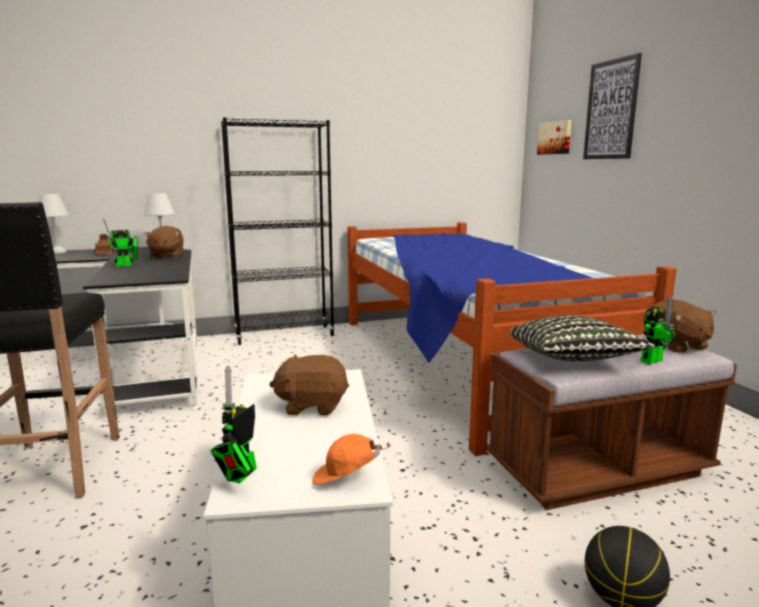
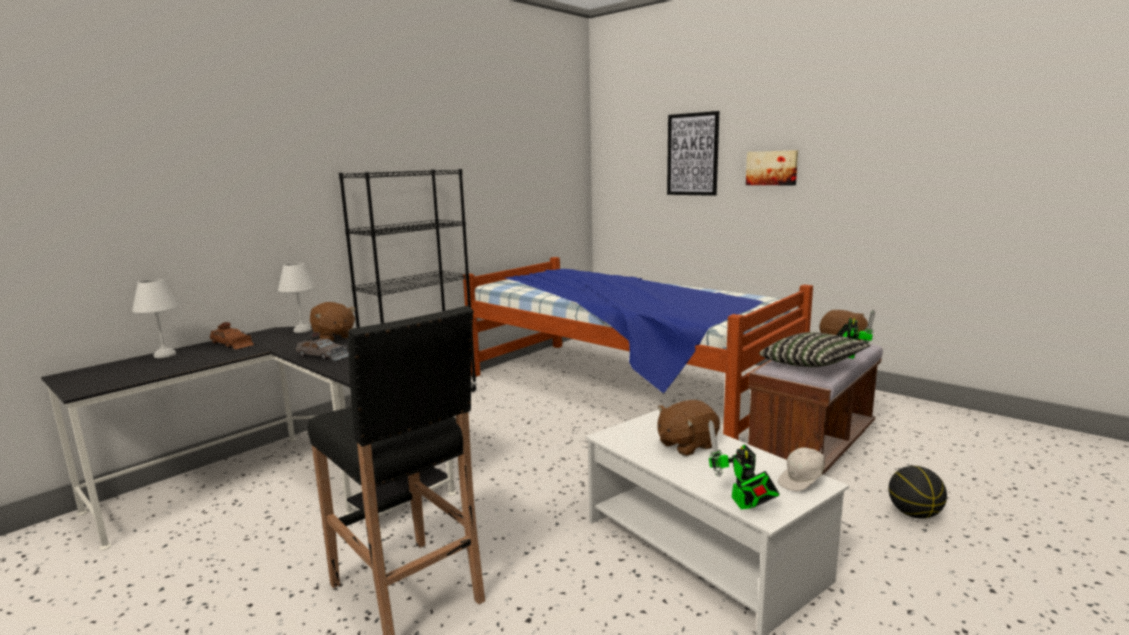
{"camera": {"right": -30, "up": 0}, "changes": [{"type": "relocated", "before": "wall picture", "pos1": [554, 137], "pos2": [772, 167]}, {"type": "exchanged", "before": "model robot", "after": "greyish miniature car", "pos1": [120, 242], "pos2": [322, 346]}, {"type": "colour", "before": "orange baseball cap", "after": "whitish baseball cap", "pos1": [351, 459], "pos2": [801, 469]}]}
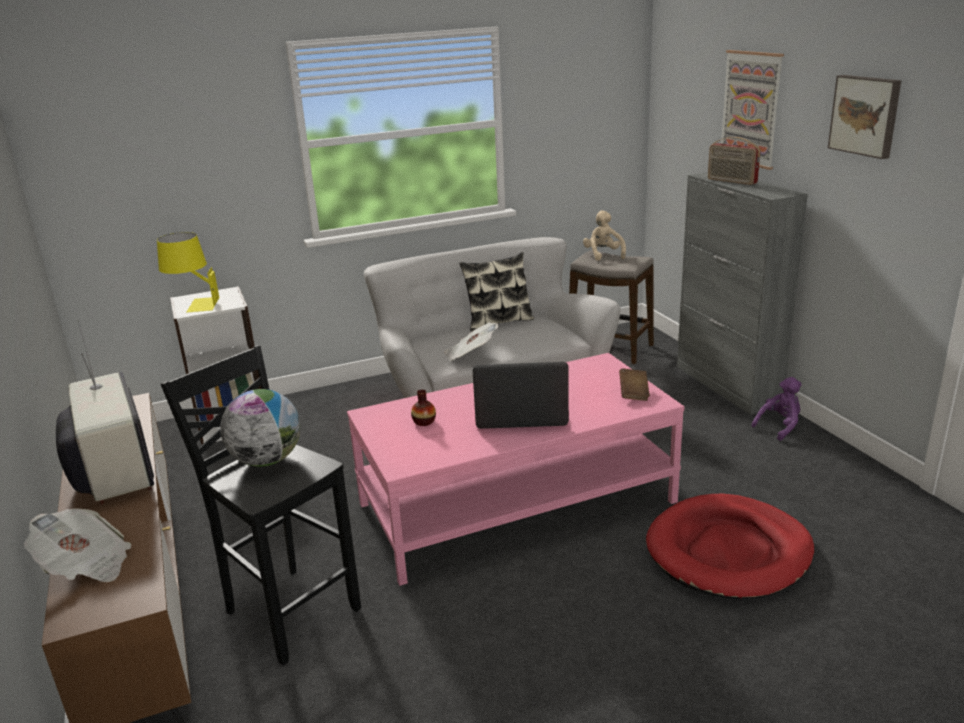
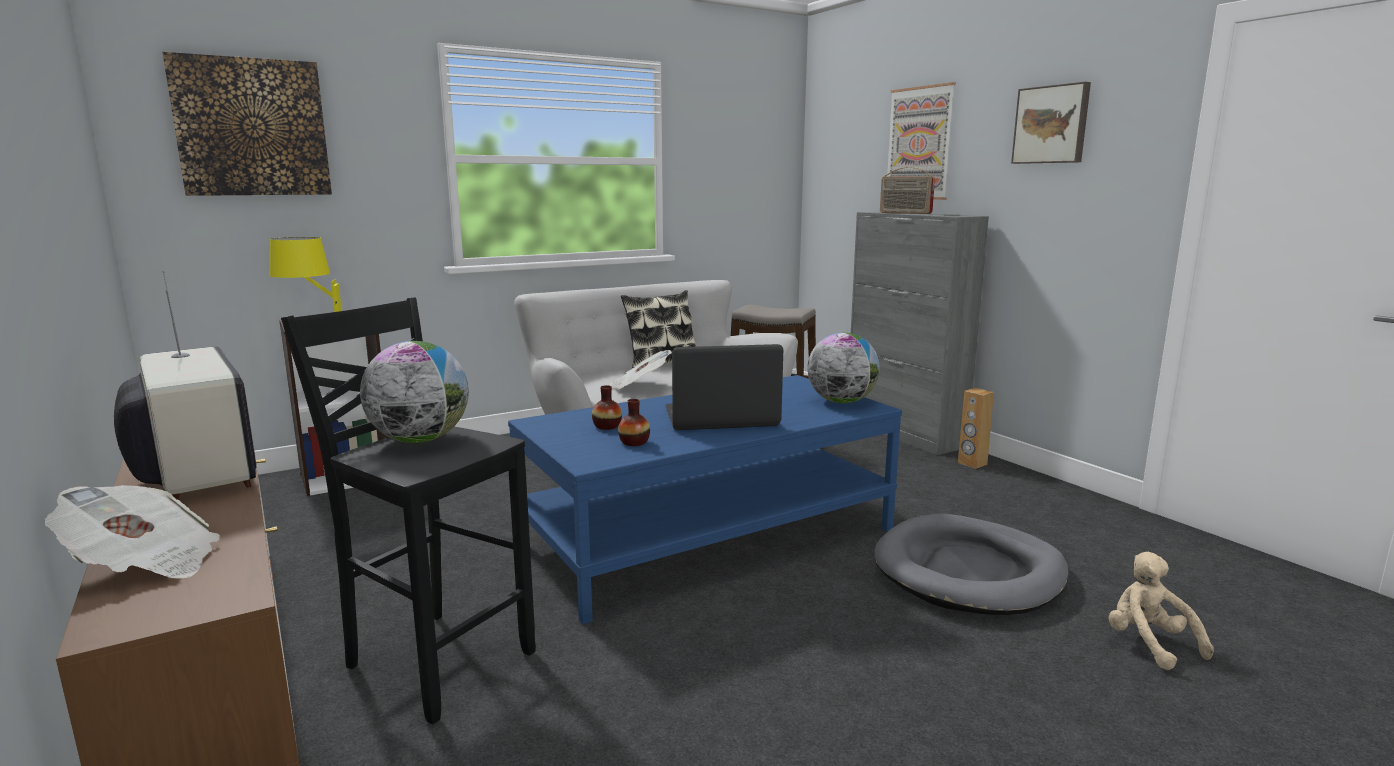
{"camera": {"right": -10, "up": -10}, "changes": [{"type": "relocated", "before": "sand-coloured cuddly toy", "pos1": [604, 235], "pos2": [1161, 611]}, {"type": "colour", "before": "pink-coloured low table", "after": "bluish low table", "pos1": [515, 469], "pos2": [705, 499]}, {"type": "exchanged", "before": "brown book", "after": "globe", "pos1": [634, 384], "pos2": [843, 368]}, {"type": "exchanged", "before": "purple-coloured cuddly toy", "after": "brown audio speaker", "pos1": [777, 409], "pos2": [976, 428]}, {"type": "colour", "before": "red pet bed", "after": "greyish pet bed", "pos1": [730, 546], "pos2": [971, 564]}, {"type": "appeared", "after": "wall picture", "pos2": [247, 124]}, {"type": "appeared", "after": "flower vase", "pos2": [634, 422]}]}
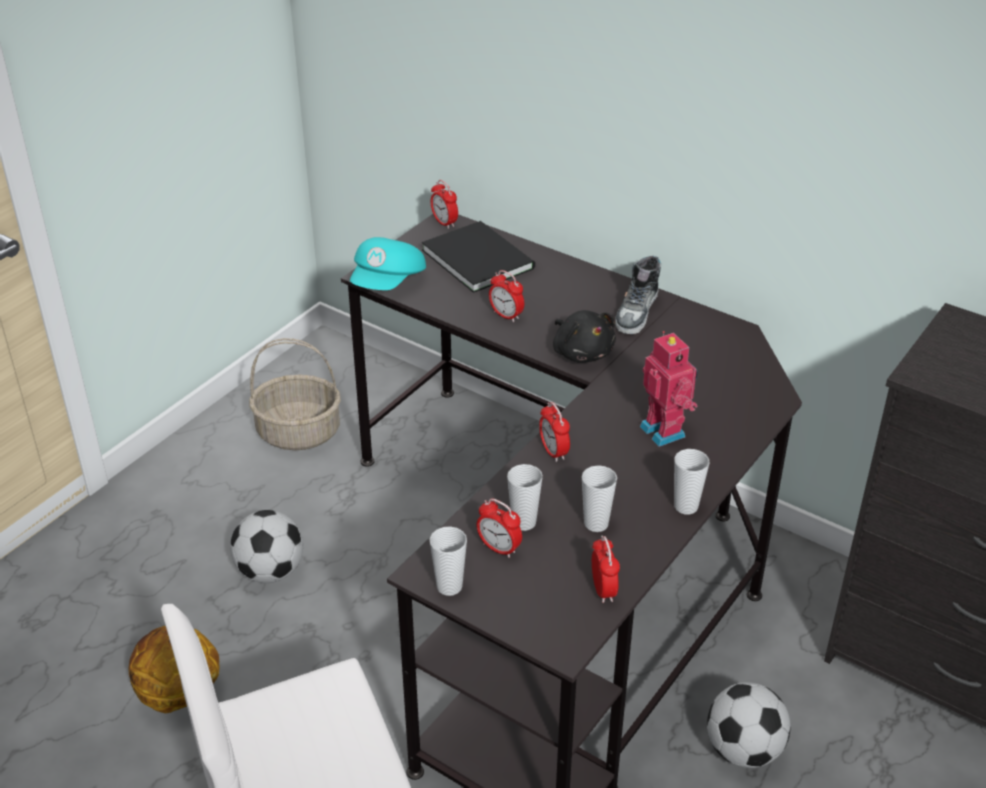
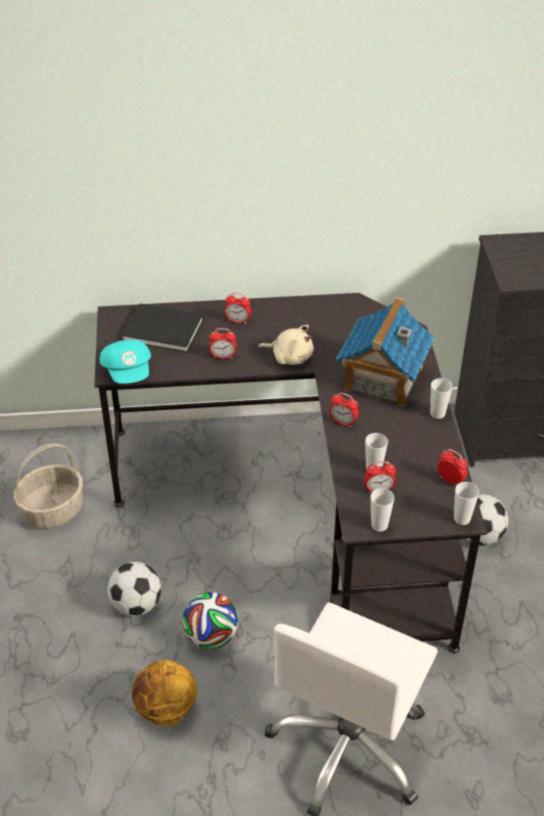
{"camera": {"right": -40, "up": 5}, "changes": [{"type": "relocated", "before": "alarm clock", "pos1": [444, 204], "pos2": [237, 308]}, {"type": "missing", "before": "shoe", "pos1": [638, 295]}, {"type": "colour", "before": "black-coloured cuddly toy", "after": "sand-coloured cuddly toy", "pos1": [584, 336], "pos2": [286, 345]}, {"type": "exchanged", "before": "model robot", "after": "model house", "pos1": [669, 389], "pos2": [385, 352]}, {"type": "relocated", "before": "cup", "pos1": [599, 498], "pos2": [466, 503]}, {"type": "appeared", "after": "football ball", "pos2": [210, 620]}]}
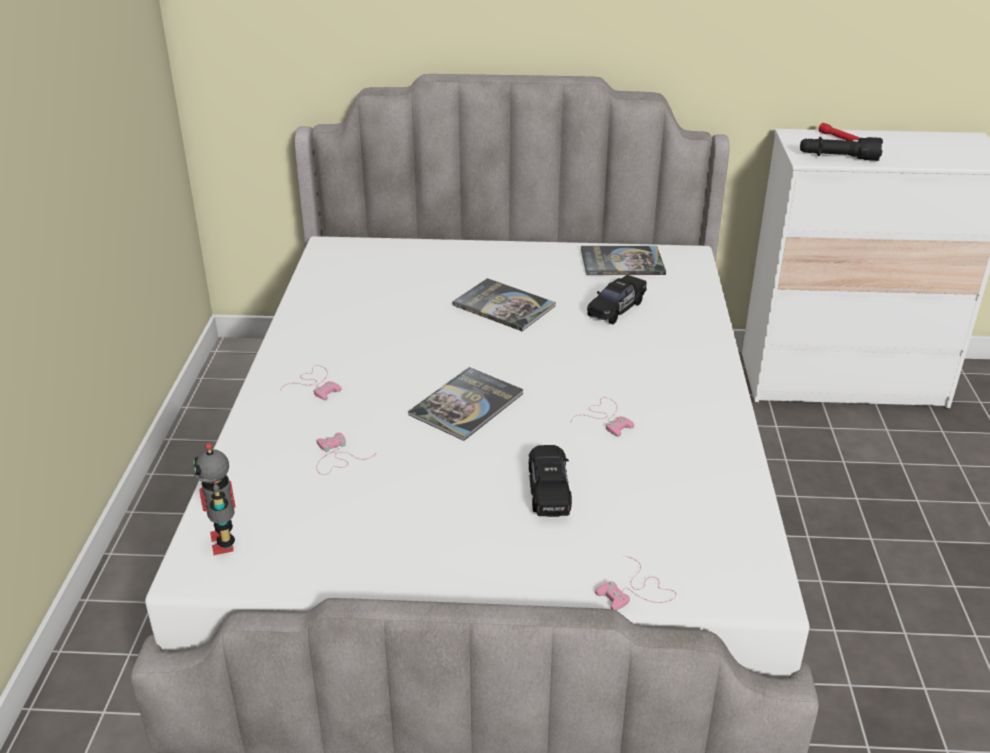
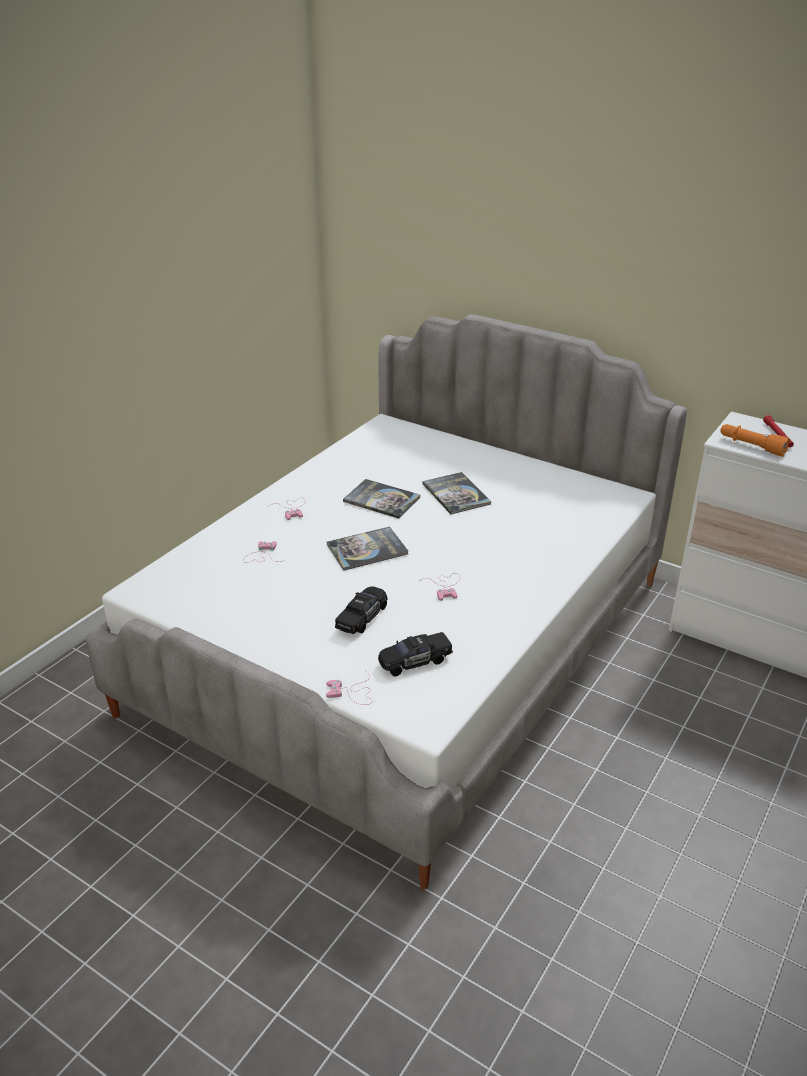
{"camera": {"right": 30, "up": 0}, "changes": [{"type": "colour", "before": "black-coloured hand torch", "after": "orange hand torch", "pos1": [841, 149], "pos2": [755, 440]}, {"type": "relocated", "before": "book", "pos1": [623, 260], "pos2": [381, 499]}, {"type": "relocated", "before": "black-coloured miniature car", "pos1": [617, 299], "pos2": [415, 654]}, {"type": "missing", "before": "model robot", "pos1": [214, 499]}]}
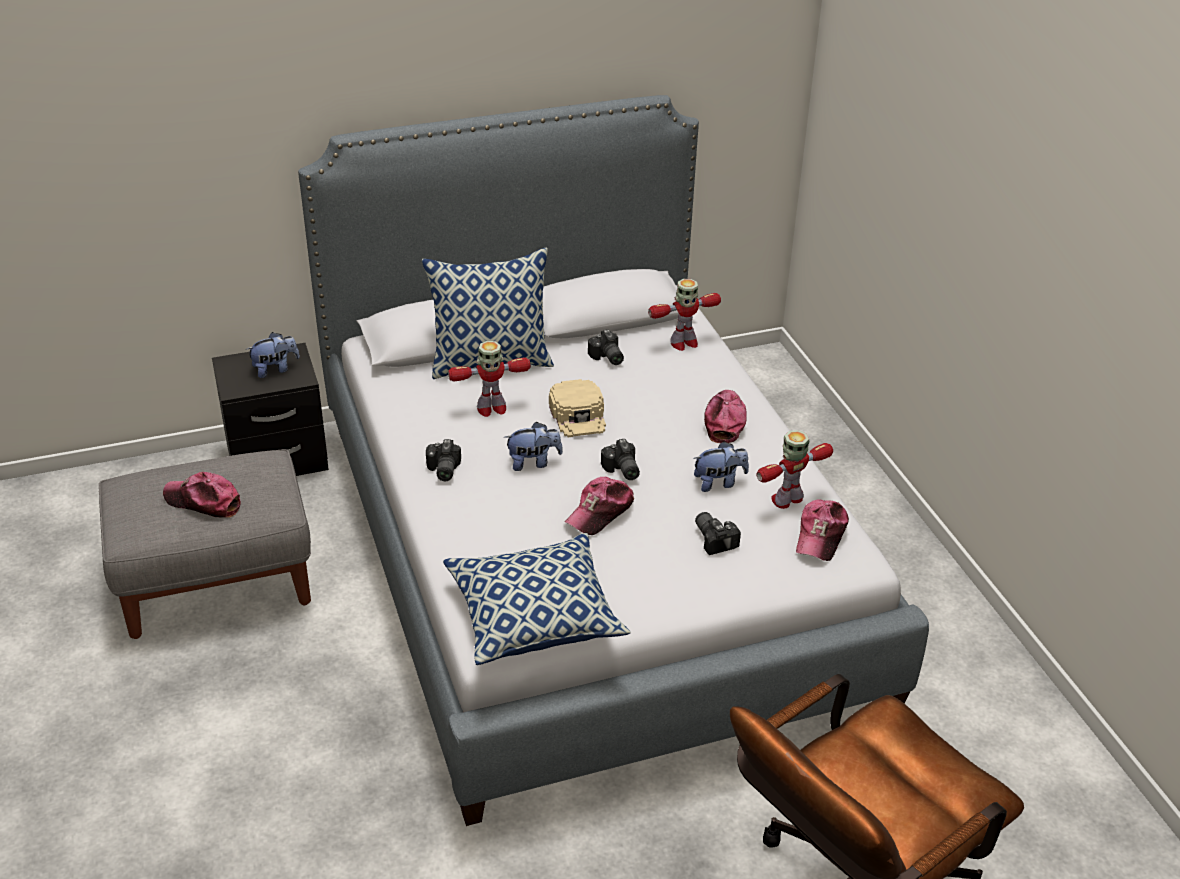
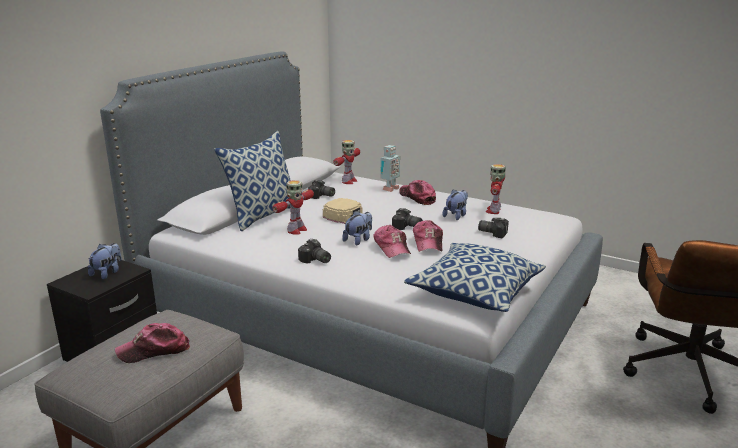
{"camera": {"right": -40, "up": -15}, "changes": [{"type": "relocated", "before": "baseball cap", "pos1": [822, 530], "pos2": [392, 241]}, {"type": "appeared", "after": "model robot", "pos2": [390, 168]}]}
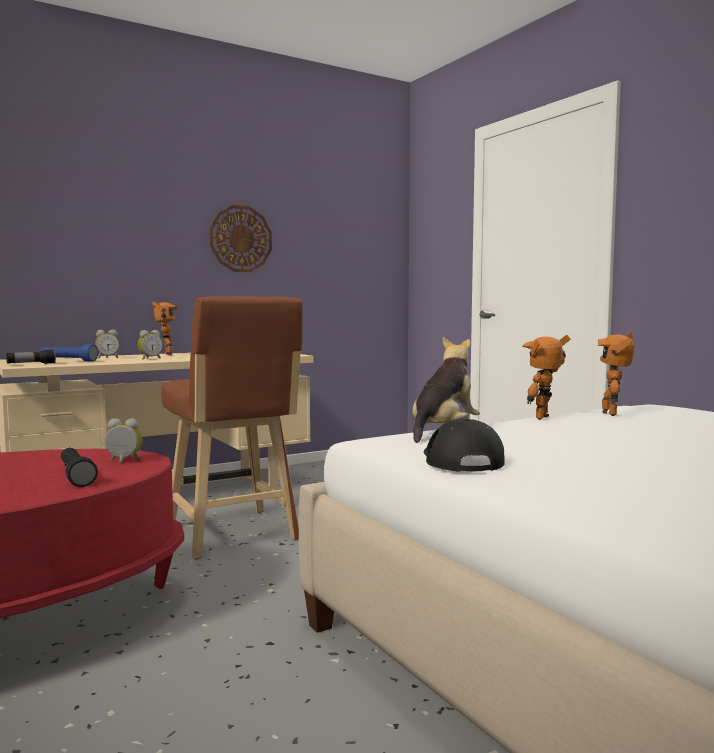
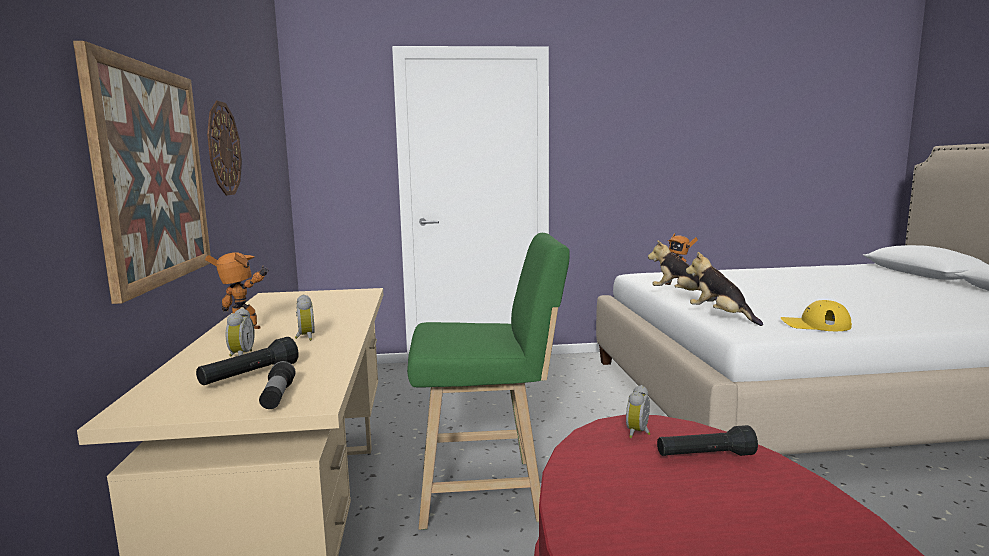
{"camera": {"right": -65, "up": 5}, "changes": [{"type": "colour", "before": "brown stool", "after": "greenish stool", "pos1": [232, 427], "pos2": [488, 381]}, {"type": "exchanged", "before": "model robot", "after": "cuddly toy", "pos1": [546, 377], "pos2": [682, 270]}, {"type": "colour", "before": "bluish hand torch", "after": "black-coloured hand torch", "pos1": [69, 352], "pos2": [247, 361]}, {"type": "colour", "before": "black-coloured baseball cap", "after": "yellow-coloured baseball cap", "pos1": [464, 445], "pos2": [816, 315]}, {"type": "appeared", "after": "wall picture", "pos2": [142, 172]}]}
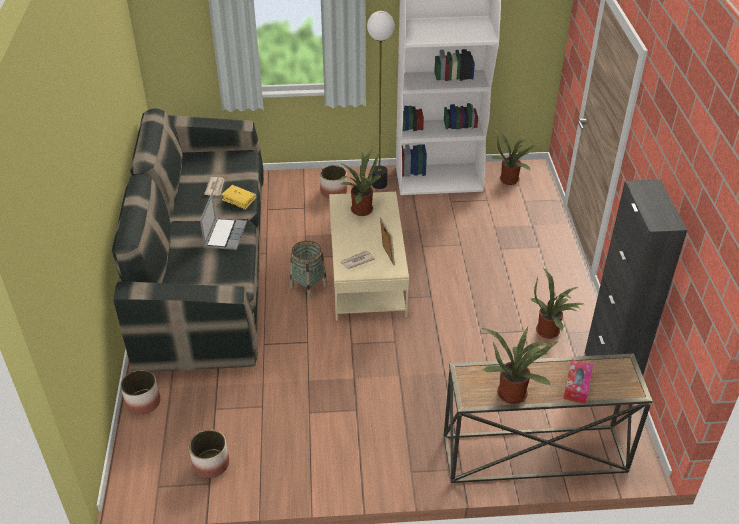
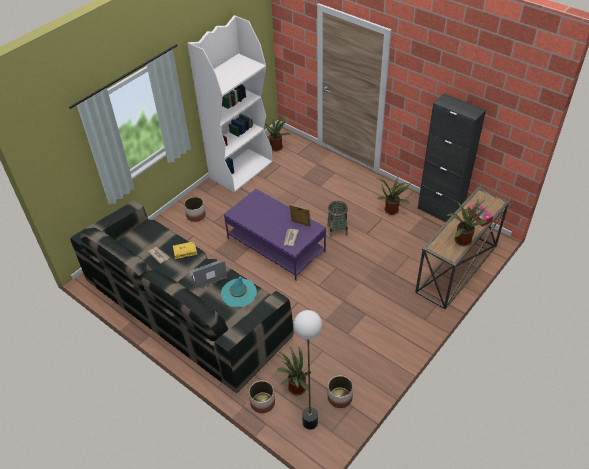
{"camera": {"right": -45, "up": 5}, "changes": [{"type": "relocated", "before": "floor lamp", "pos1": [381, 100], "pos2": [308, 370]}, {"type": "relocated", "before": "plant in a pot", "pos1": [360, 182], "pos2": [293, 371]}, {"type": "colour", "before": "sand-coloured low table", "after": "purple-coloured low table", "pos1": [369, 256], "pos2": [275, 235]}, {"type": "spun", "before": "notebook computer", "pos1": [223, 221], "pos2": [208, 274], "turn": -75}, {"type": "relocated", "before": "basket", "pos1": [308, 270], "pos2": [337, 219]}, {"type": "appeared", "after": "blue-green clothing hat", "pos2": [239, 292]}]}
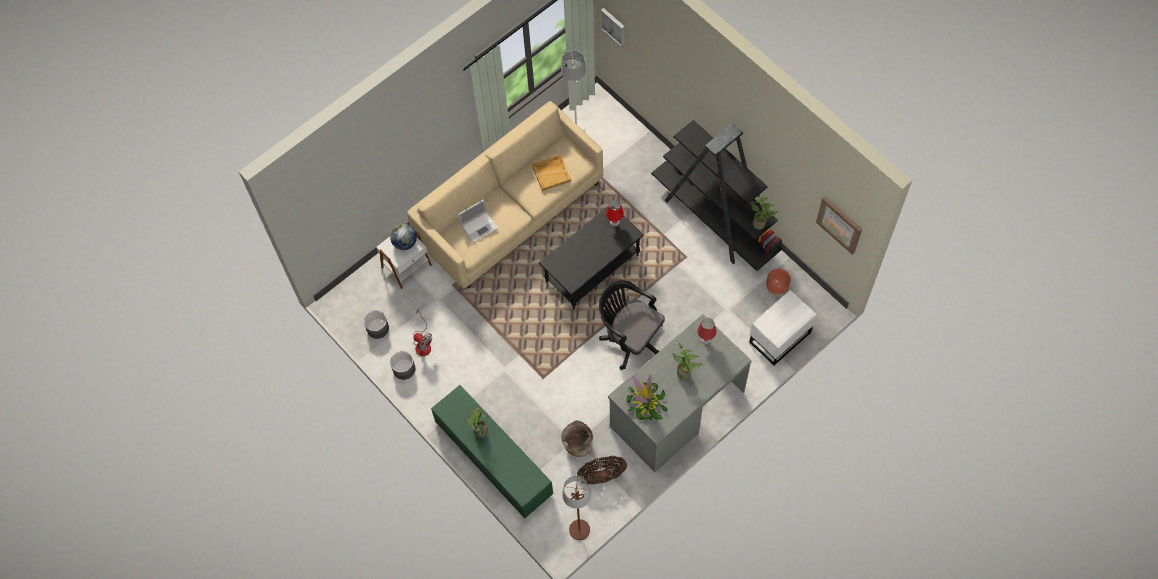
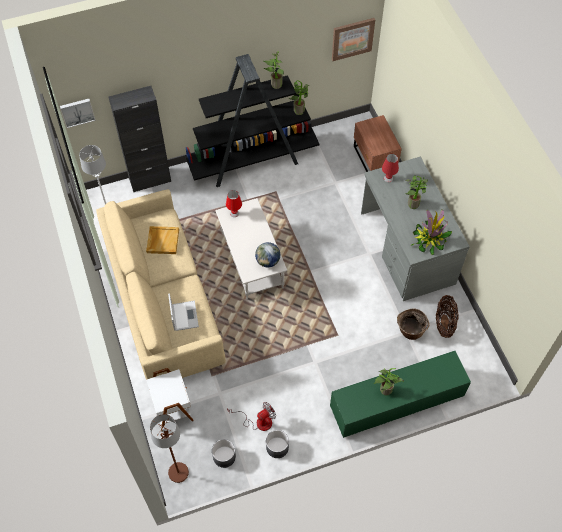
{"camera": {"right": -70, "up": -5}, "changes": [{"type": "colour", "before": "black-coloured low table", "after": "whitish low table", "pos1": [591, 257], "pos2": [251, 248]}, {"type": "relocated", "before": "globe", "pos1": [403, 237], "pos2": [267, 255]}, {"type": "missing", "before": "brown flower pot", "pos1": [778, 282]}, {"type": "missing", "before": "black-coloured office chair", "pos1": [632, 325]}, {"type": "colour", "before": "whitish bedside table", "after": "brown bedside table", "pos1": [783, 327], "pos2": [378, 143]}, {"type": "relocated", "before": "brown floor lamp", "pos1": [576, 508], "pos2": [169, 448]}, {"type": "appeared", "after": "plant in a pot", "pos2": [273, 70]}, {"type": "appeared", "after": "black-coloured cabinet", "pos2": [140, 139]}]}
